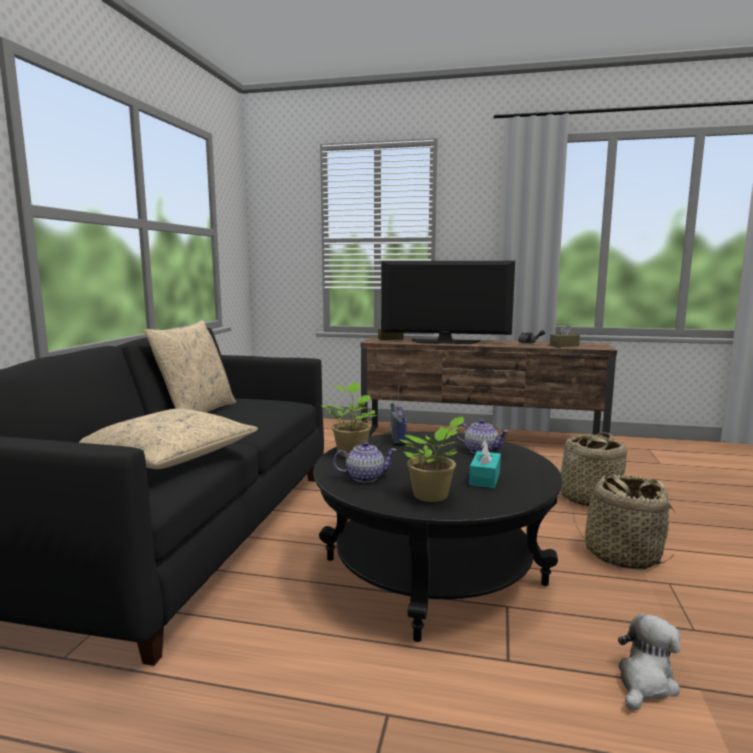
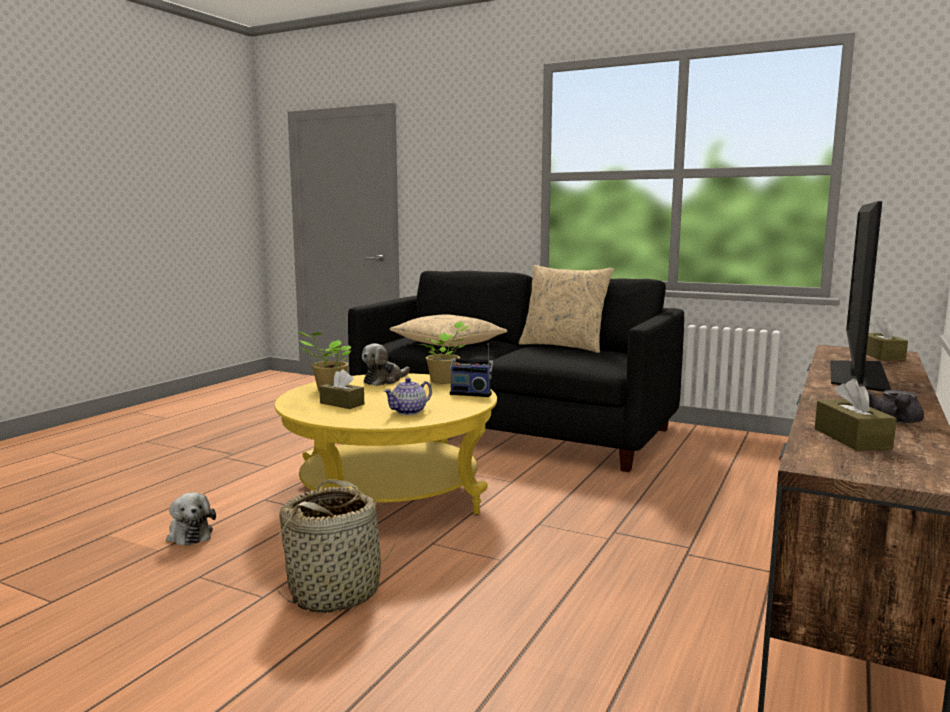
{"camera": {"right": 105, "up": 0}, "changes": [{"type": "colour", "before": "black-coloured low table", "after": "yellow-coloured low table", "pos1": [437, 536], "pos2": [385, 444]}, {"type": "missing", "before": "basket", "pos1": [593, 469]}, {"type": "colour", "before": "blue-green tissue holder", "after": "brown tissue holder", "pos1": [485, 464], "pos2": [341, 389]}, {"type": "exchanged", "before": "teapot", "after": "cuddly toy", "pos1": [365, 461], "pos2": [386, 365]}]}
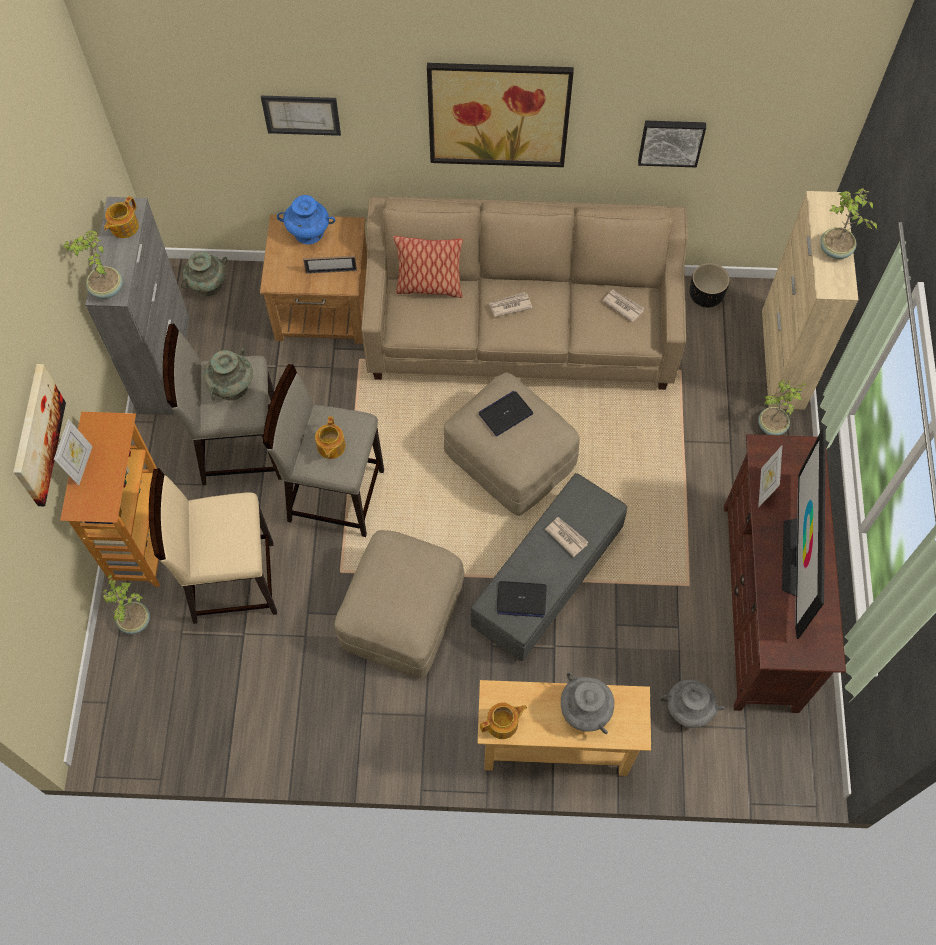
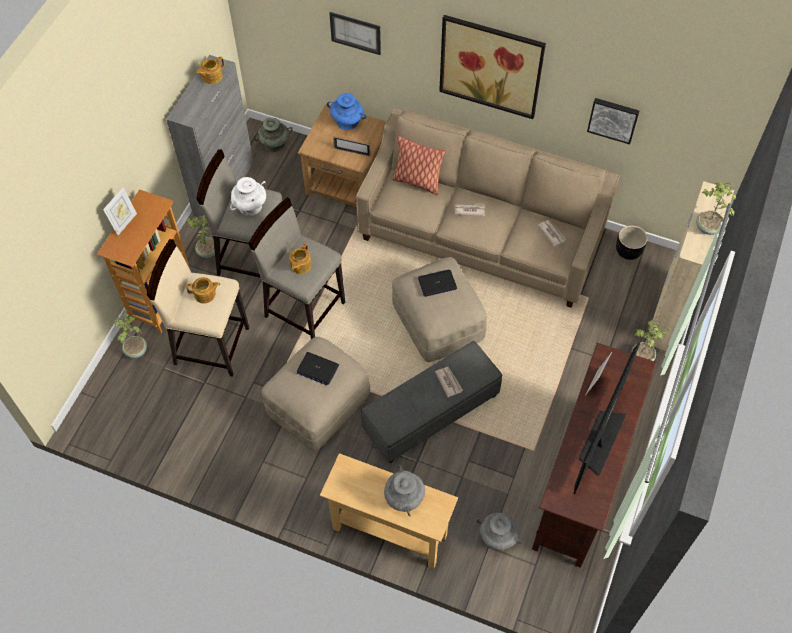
{"camera": {"right": 20, "up": -5}, "changes": [{"type": "relocated", "before": "plant in a pot", "pos1": [93, 264], "pos2": [200, 236]}, {"type": "colour", "before": "blue-green flower vase", "after": "whitish flower vase", "pos1": [228, 374], "pos2": [248, 196]}, {"type": "missing", "before": "wall picture", "pos1": [39, 435]}, {"type": "relocated", "before": "notebook computer", "pos1": [522, 599], "pos2": [318, 368]}, {"type": "relocated", "before": "teapot", "pos1": [503, 720], "pos2": [203, 290]}]}
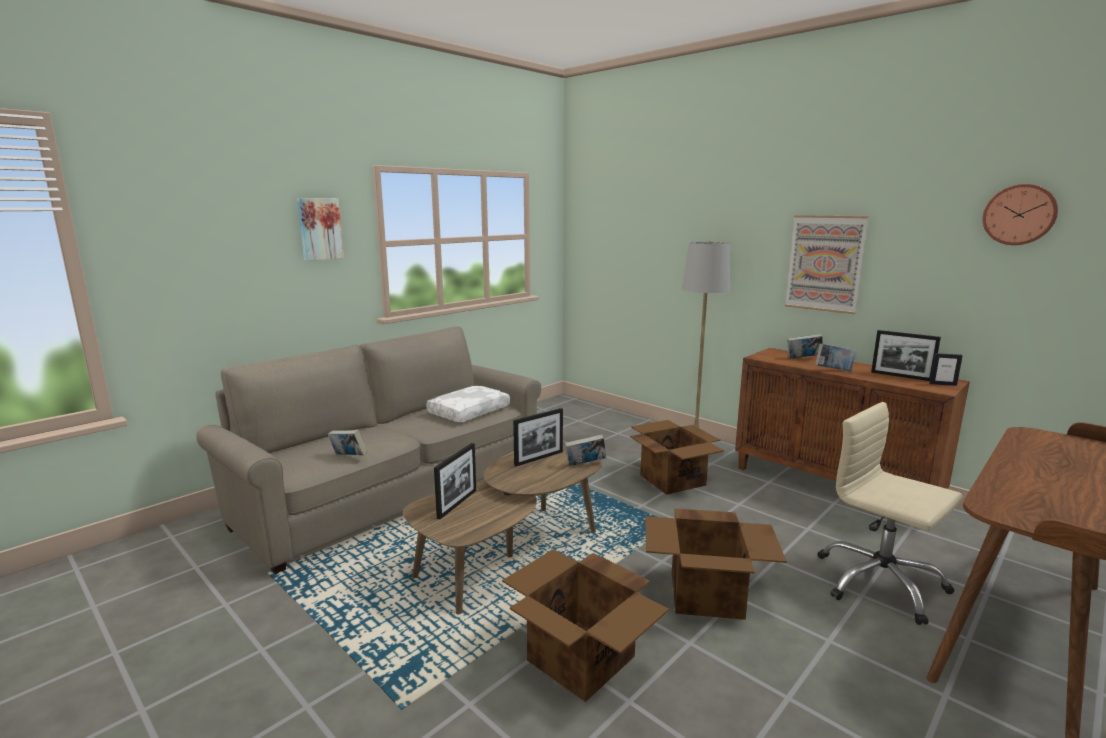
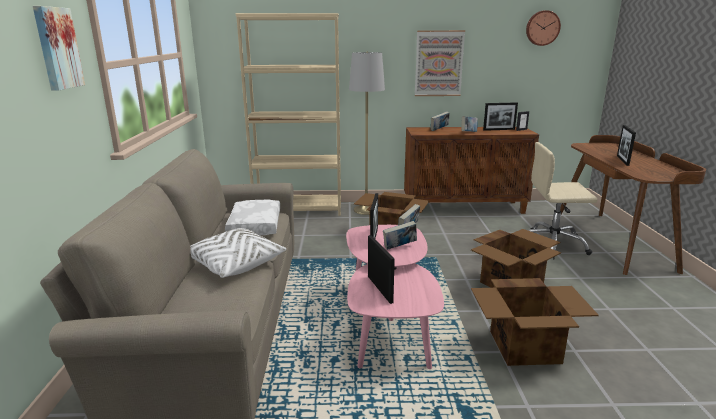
{"camera": {"right": -45, "up": 5}, "changes": [{"type": "relocated", "before": "book", "pos1": [348, 442], "pos2": [400, 235]}, {"type": "colour", "before": "brown low table", "after": "pink-coloured low table", "pos1": [502, 530], "pos2": [395, 297]}, {"type": "appeared", "after": "sand-coloured bookcase", "pos2": [288, 114]}, {"type": "appeared", "after": "picture frame", "pos2": [626, 145]}, {"type": "appeared", "after": "whitish cushion", "pos2": [238, 253]}]}
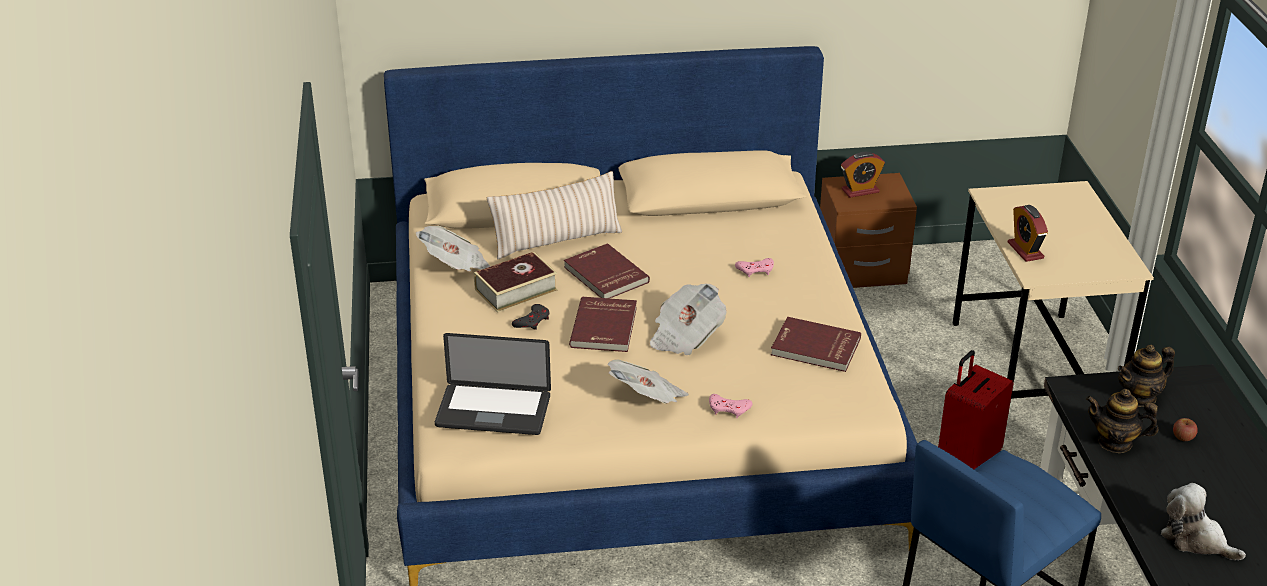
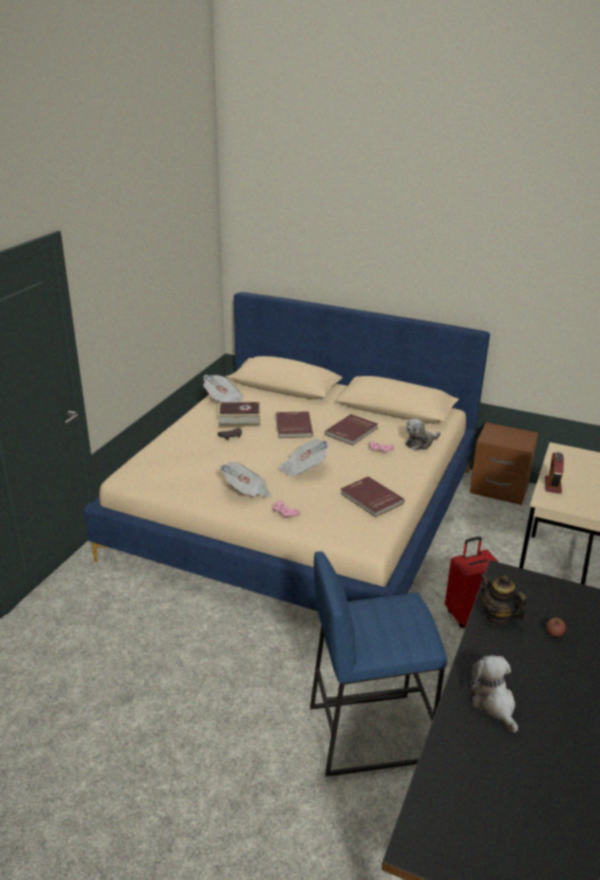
{"camera": {"right": 30, "up": -5}, "changes": [{"type": "missing", "before": "alarm clock", "pos1": [863, 175]}, {"type": "missing", "before": "sand-coloured cushion", "pos1": [554, 215]}, {"type": "relocated", "before": "red book", "pos1": [603, 324], "pos2": [351, 429]}, {"type": "missing", "before": "notebook computer", "pos1": [493, 384]}, {"type": "missing", "before": "teapot", "pos1": [1146, 375]}, {"type": "appeared", "after": "cuddly toy", "pos2": [423, 435]}]}
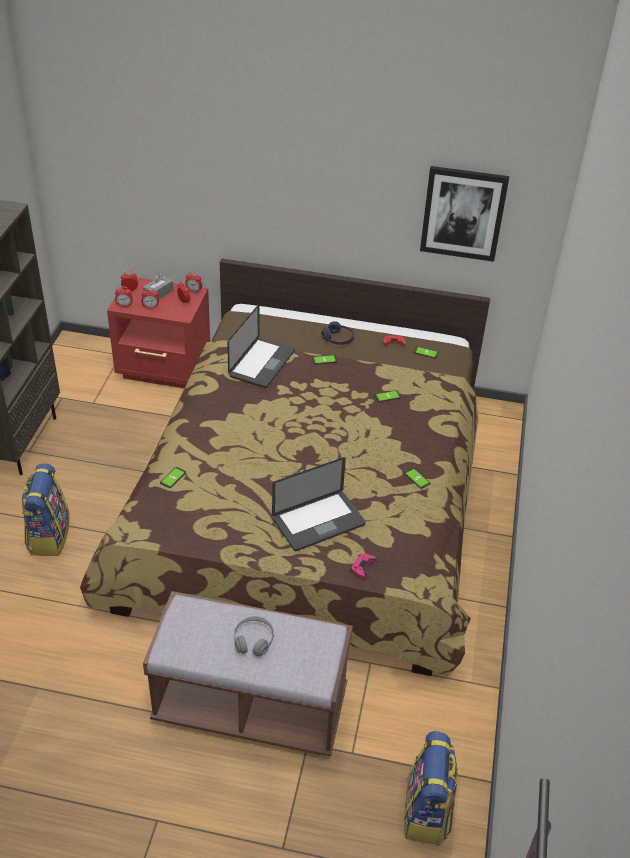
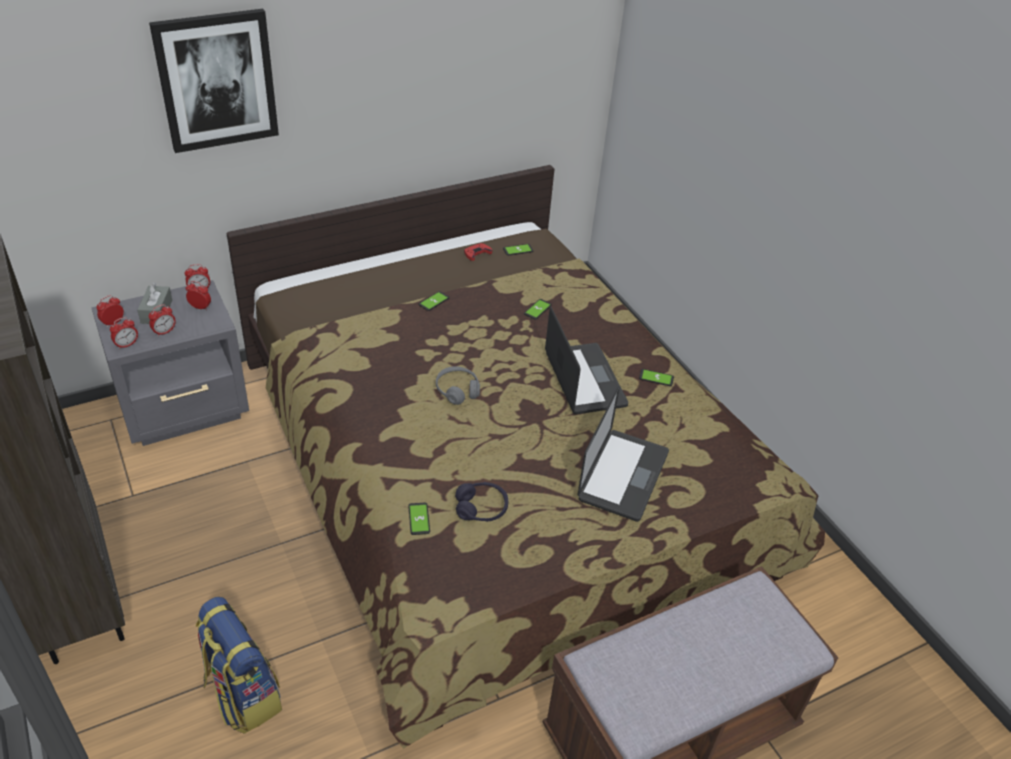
{"camera": {"right": -40, "up": 0}, "changes": [{"type": "relocated", "before": "wall picture", "pos1": [464, 214], "pos2": [214, 81]}, {"type": "colour", "before": "red bedside table", "after": "greyish bedside table", "pos1": [158, 333], "pos2": [170, 363]}, {"type": "relocated", "before": "notebook computer", "pos1": [261, 346], "pos2": [586, 360]}, {"type": "relocated", "before": "purple-coloured headset", "pos1": [337, 333], "pos2": [481, 502]}, {"type": "missing", "before": "pink-coloured gamepad", "pos1": [364, 566]}, {"type": "relocated", "before": "greyish headset", "pos1": [254, 636], "pos2": [458, 385]}, {"type": "missing", "before": "knapsack", "pos1": [431, 788]}]}
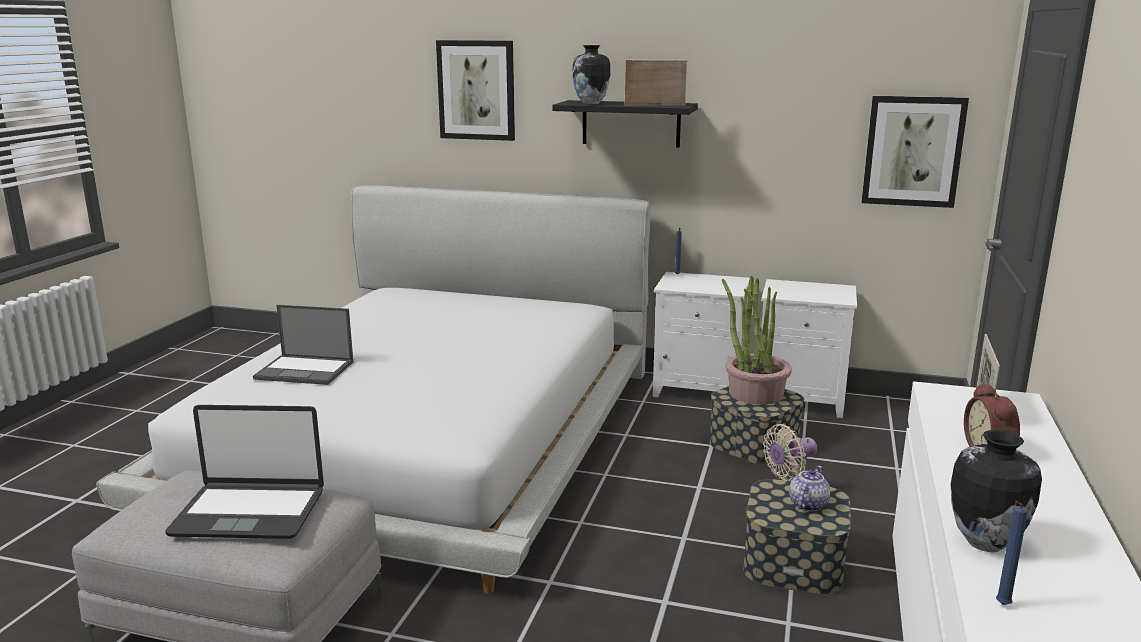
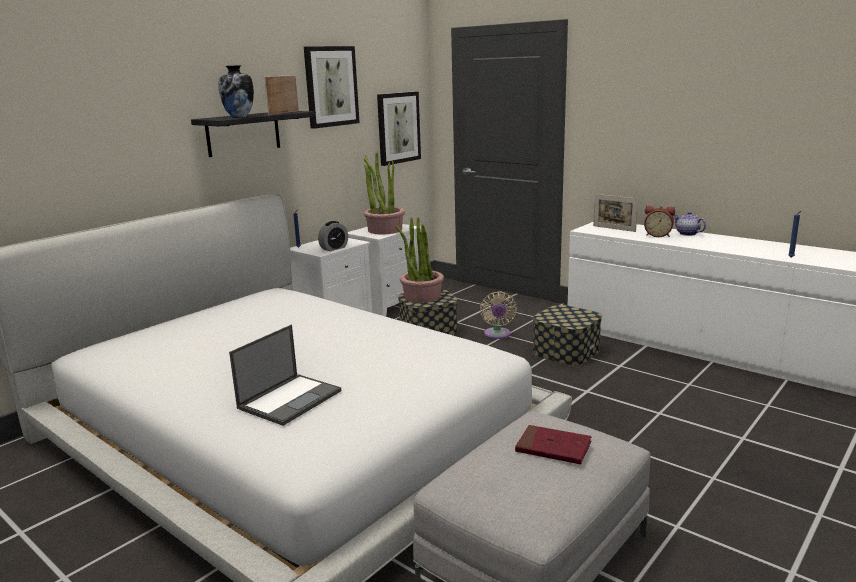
{"camera": {"right": -65, "up": 0}, "changes": [{"type": "relocated", "before": "wall picture", "pos1": [475, 90], "pos2": [332, 87]}, {"type": "exchanged", "before": "notebook computer", "after": "red book", "pos1": [244, 472], "pos2": [553, 444]}, {"type": "missing", "before": "flower vase", "pos1": [996, 491]}, {"type": "relocated", "before": "teapot", "pos1": [809, 488], "pos2": [689, 224]}, {"type": "appeared", "after": "plant in a pot", "pos2": [384, 193]}, {"type": "appeared", "after": "alarm clock", "pos2": [333, 236]}]}
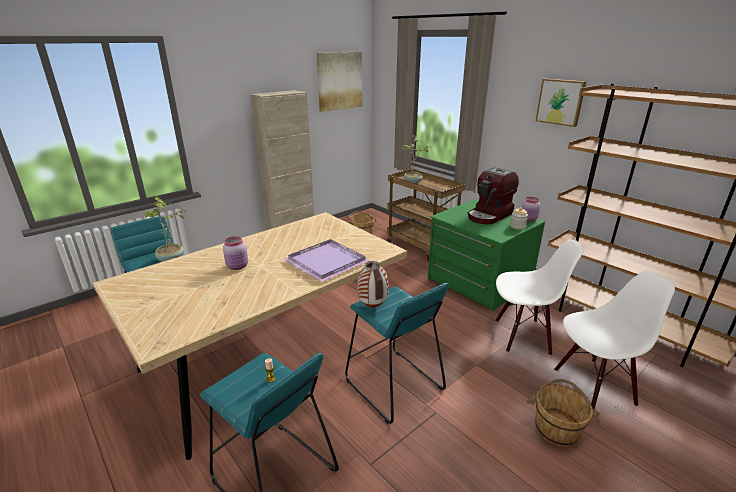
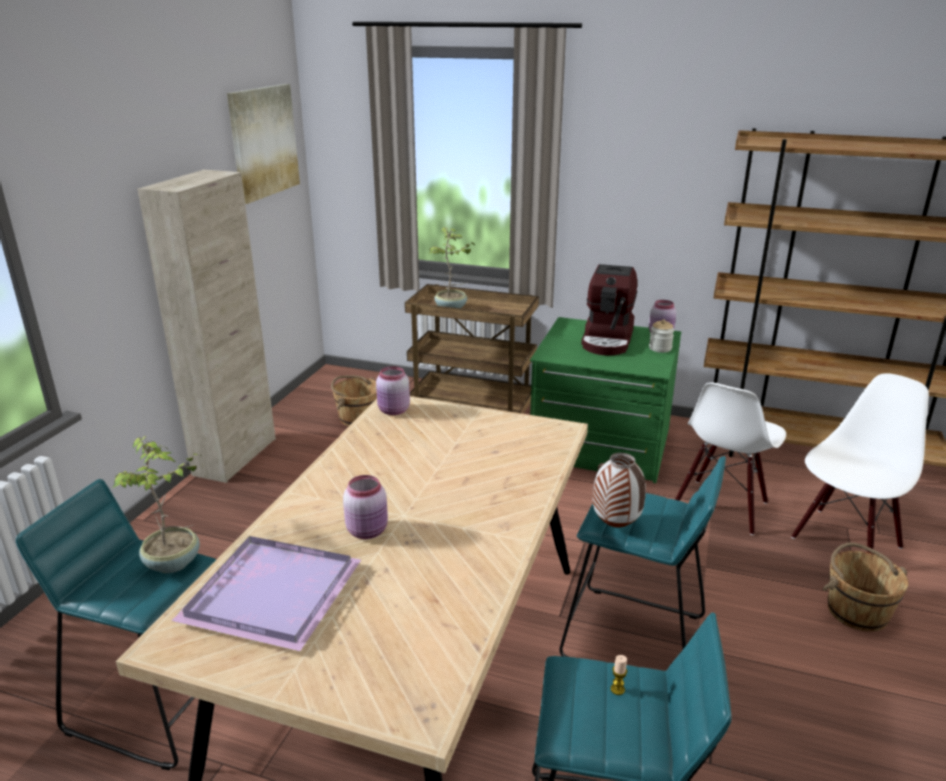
{"camera": {"right": -30, "up": 0}, "changes": [{"type": "missing", "before": "wall picture", "pos1": [561, 103]}, {"type": "relocated", "before": "purple-coloured serving tray", "pos1": [327, 260], "pos2": [266, 593]}, {"type": "spun", "before": "whitish upright chair", "pos1": [539, 297], "pos2": [730, 458], "turn": 150}, {"type": "appeared", "after": "pink-coloured preserve jar", "pos2": [393, 390]}]}
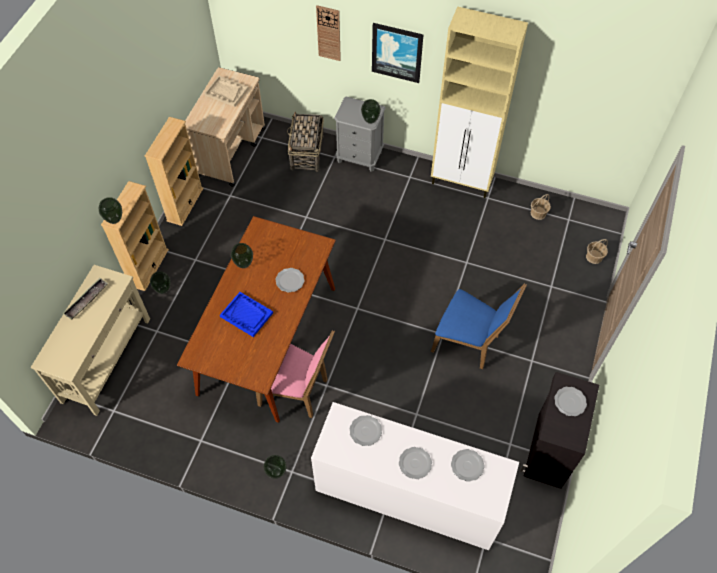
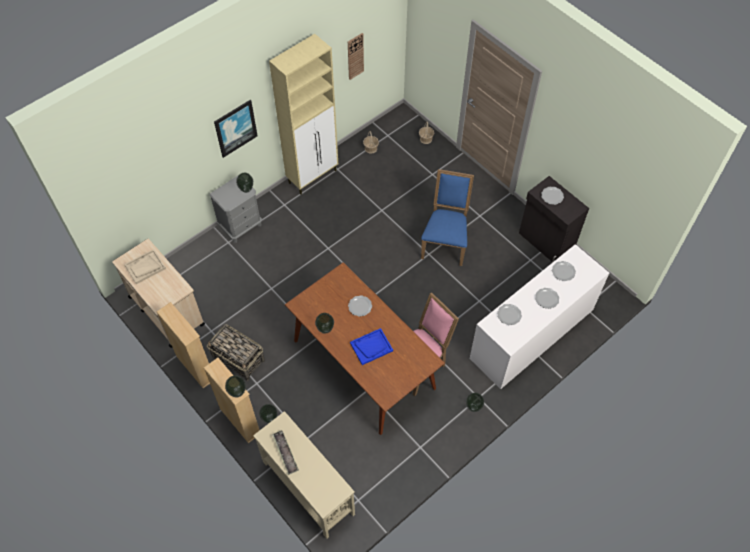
{"camera": {"right": -60, "up": 0}, "changes": [{"type": "relocated", "before": "hanging clock", "pos1": [328, 33], "pos2": [356, 56]}, {"type": "relocated", "before": "basket", "pos1": [305, 141], "pos2": [236, 352]}, {"type": "spun", "before": "bluish upright chair", "pos1": [479, 326], "pos2": [447, 217], "turn": -45}]}
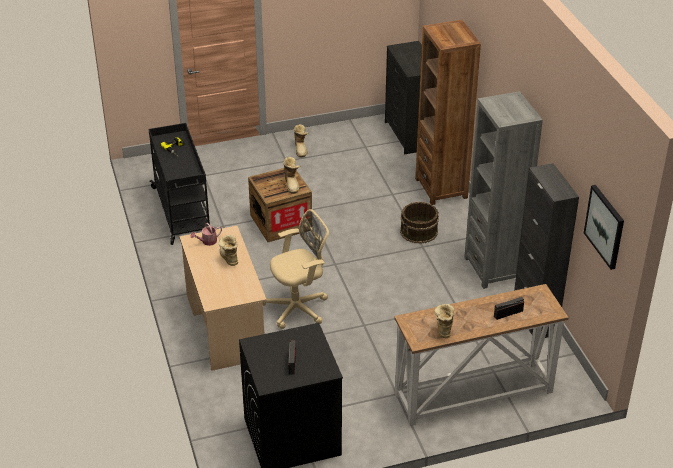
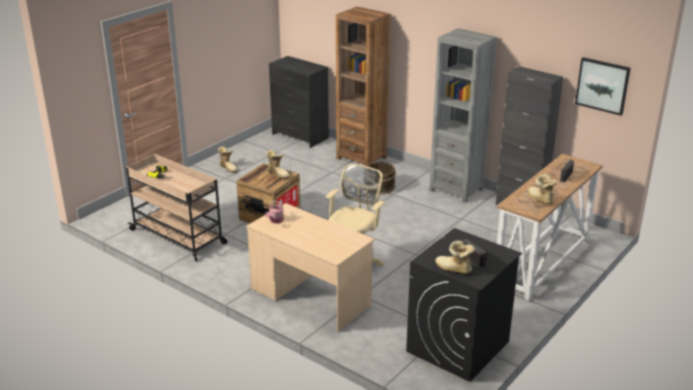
{"camera": {"right": -35, "up": -10}, "changes": [{"type": "colour", "before": "black-coloured trolley", "after": "sand-coloured trolley", "pos1": [179, 184], "pos2": [176, 207]}, {"type": "relocated", "before": "high-top boot", "pos1": [228, 250], "pos2": [455, 257]}]}
